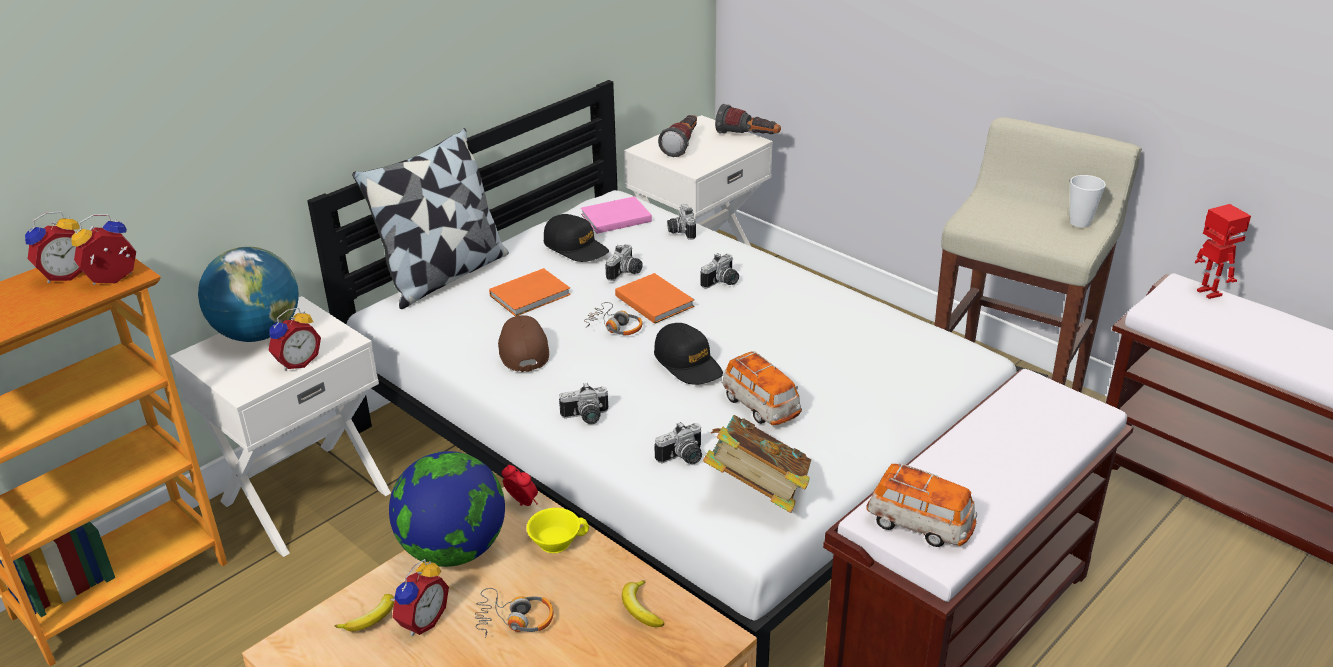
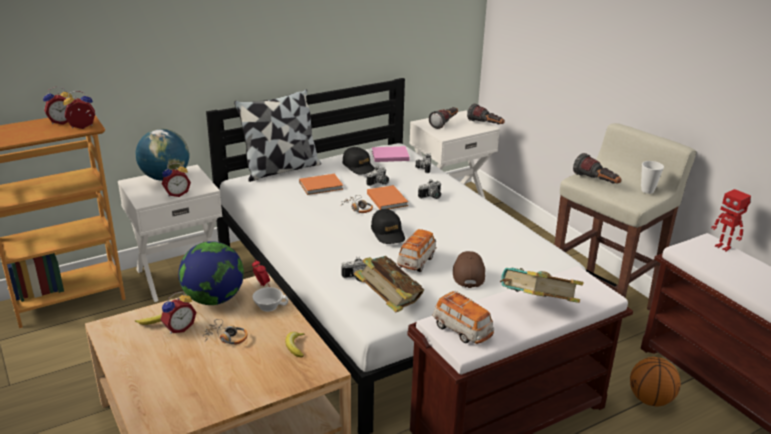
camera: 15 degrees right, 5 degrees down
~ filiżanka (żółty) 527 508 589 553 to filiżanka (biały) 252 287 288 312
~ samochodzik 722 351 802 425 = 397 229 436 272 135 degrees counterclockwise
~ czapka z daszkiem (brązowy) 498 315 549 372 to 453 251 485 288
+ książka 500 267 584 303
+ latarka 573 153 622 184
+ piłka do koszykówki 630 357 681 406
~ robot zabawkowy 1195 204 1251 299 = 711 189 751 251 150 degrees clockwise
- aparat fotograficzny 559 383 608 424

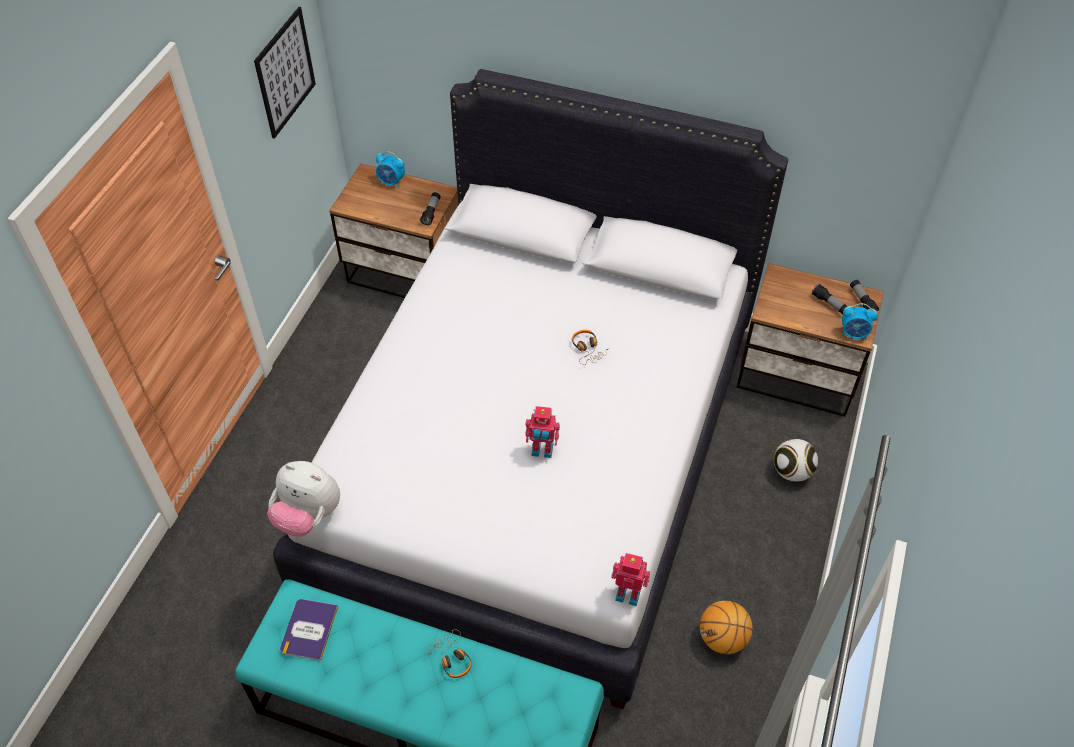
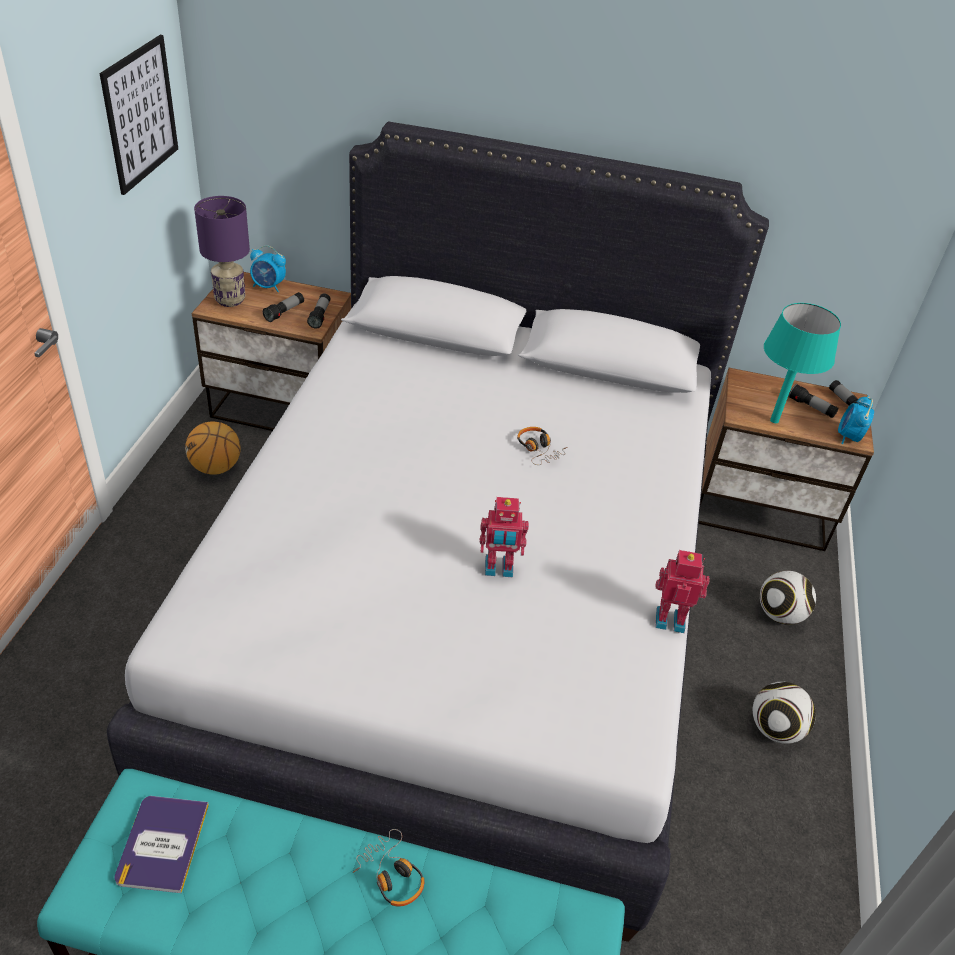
camera: 10 degrees left, 10 degrees down
~ piłka do koszykówki 700 601 753 654 to 185 422 241 475
+ lampa stołowa (fioletowy) 194 196 250 307
+ latarka 263 292 304 322
~ robot zabawkowy 611 553 650 606 to 655 550 710 633
+ piłka futbolowa 753 682 816 744
+ lampa stołowa (turkusowy) 764 303 841 423
~ budzik 840 303 878 340 = 838 396 874 444 105 degrees clockwise
- pluszak 267 461 340 537

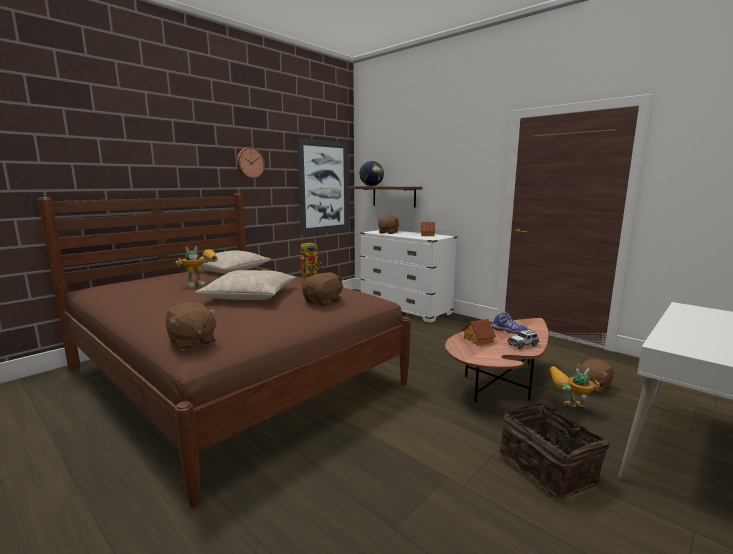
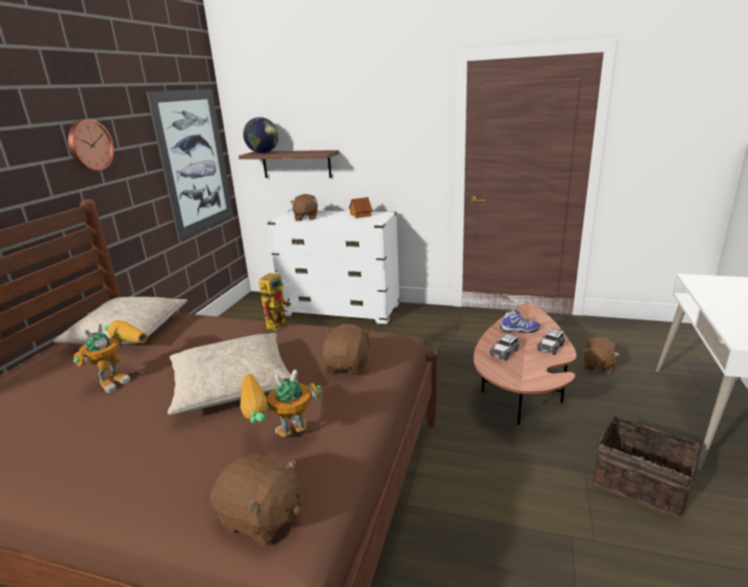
camera: 25 degrees left, 10 degrees up
~ robot zabawkowy 549 366 600 407 to 240 369 321 437
~ domek 462 319 496 345 to samochodzik 490 333 520 361

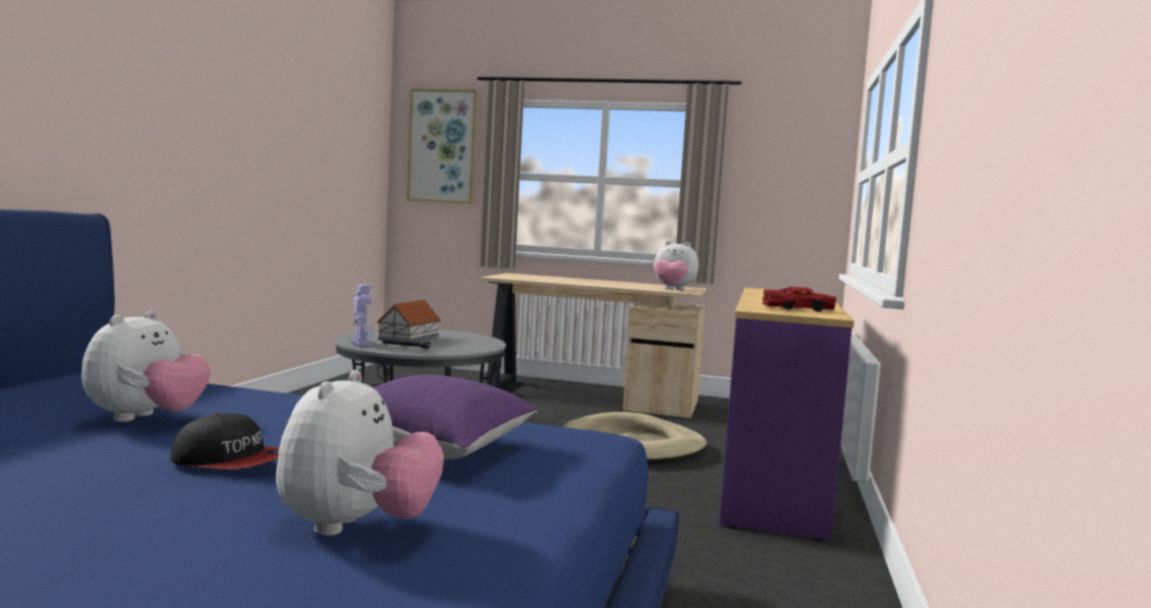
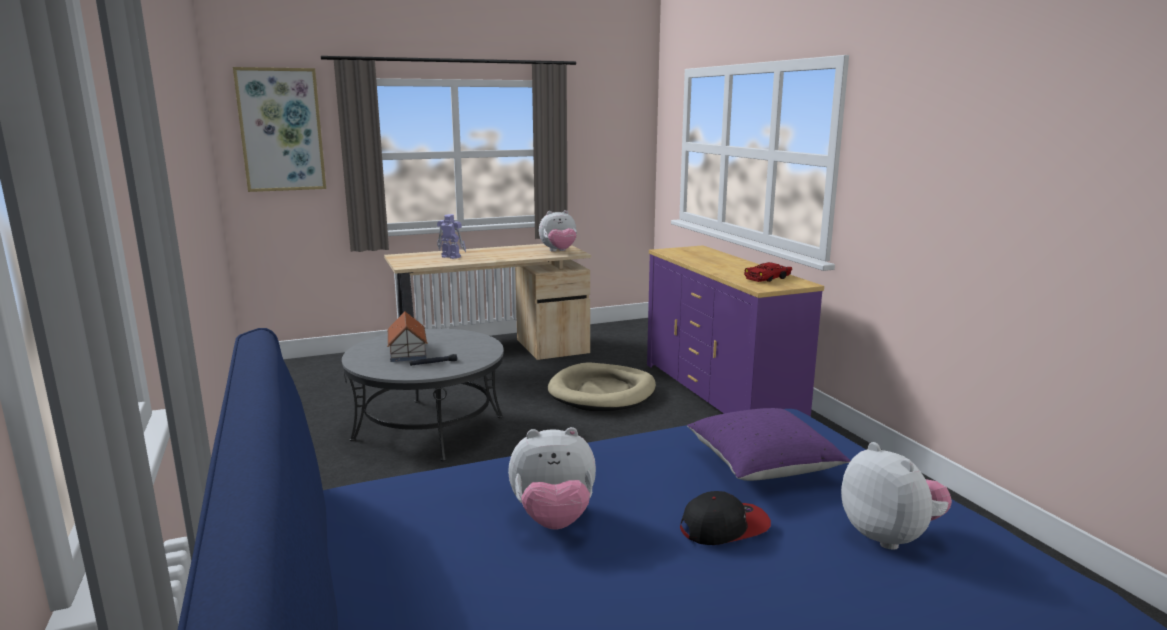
camera: 35 degrees left, 10 degrees up
~ robot zabawkowy 350 284 373 347 to 437 214 466 259
~ pluszak 82 311 211 422 = 508 427 596 530 105 degrees clockwise

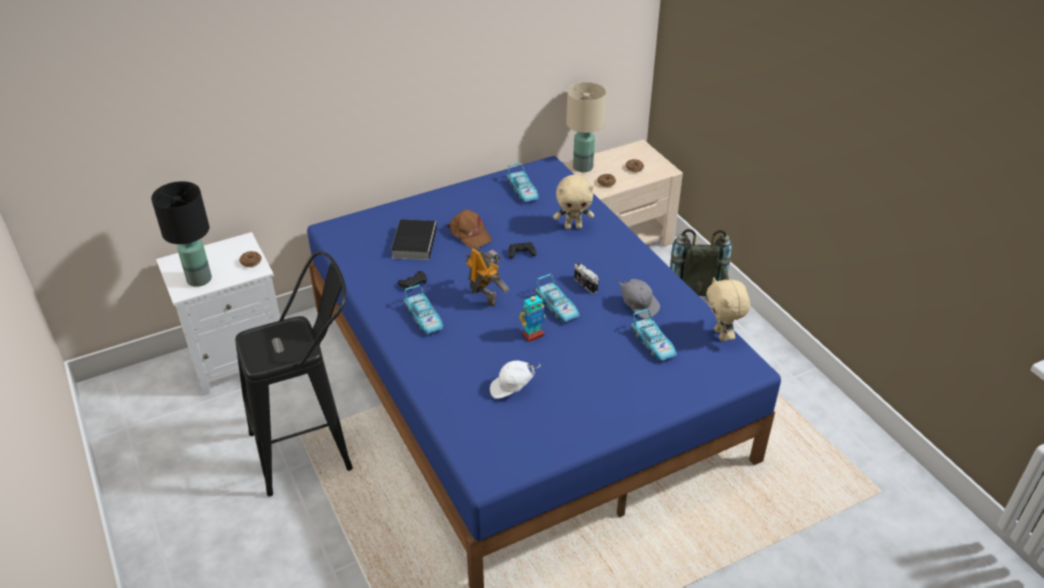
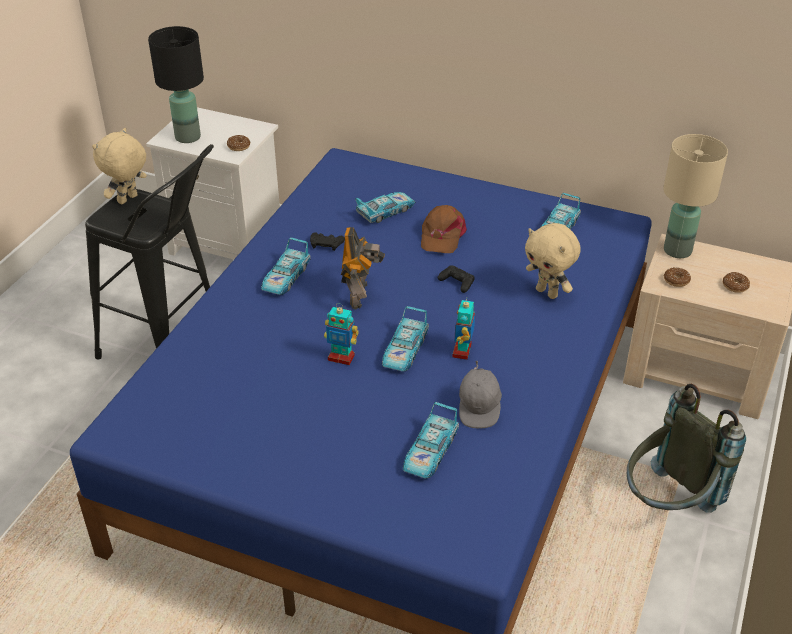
camera: 50 degrees right, 0 degrees up
~ pluszak (beżowy) 706 277 750 341 to 92 128 147 204
~ książka 391 219 437 260 to samochodzik 355 192 415 223
~ aparat fotograficzny 574 263 599 294 to robot zabawkowy 452 297 475 360
- czapka z daszkiem (biały) 490 361 541 399

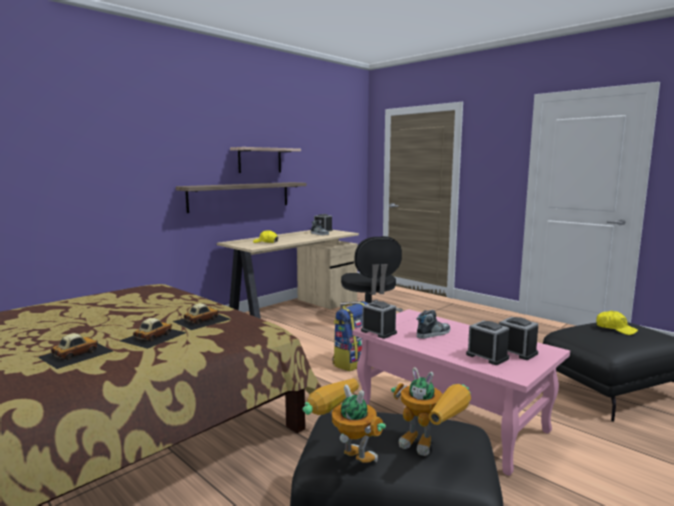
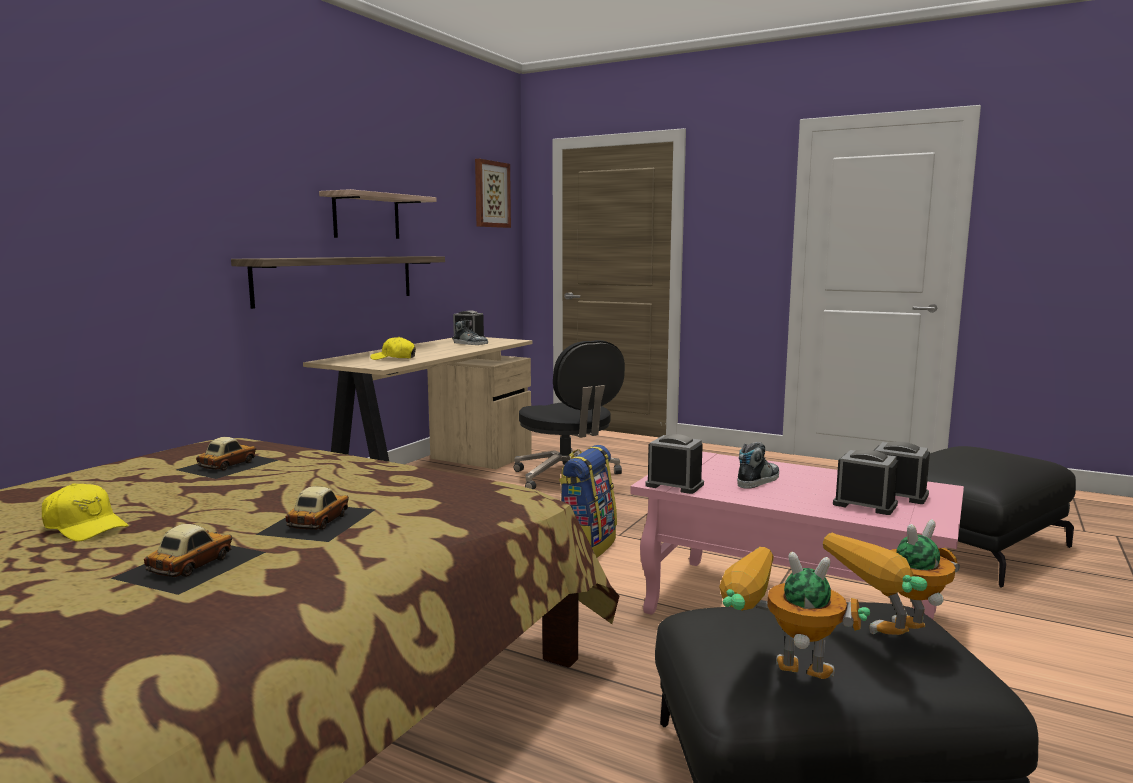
camera: 15 degrees left, 0 degrees up
~ czapka z daszkiem (żółty) 596 311 638 335 to 42 483 128 542
~ samochodzik 173 303 231 330 to 176 437 278 479
+ obraz 475 159 511 228
~ robot zabawkowy 391 367 471 456 = 823 519 960 635 135 degrees clockwise

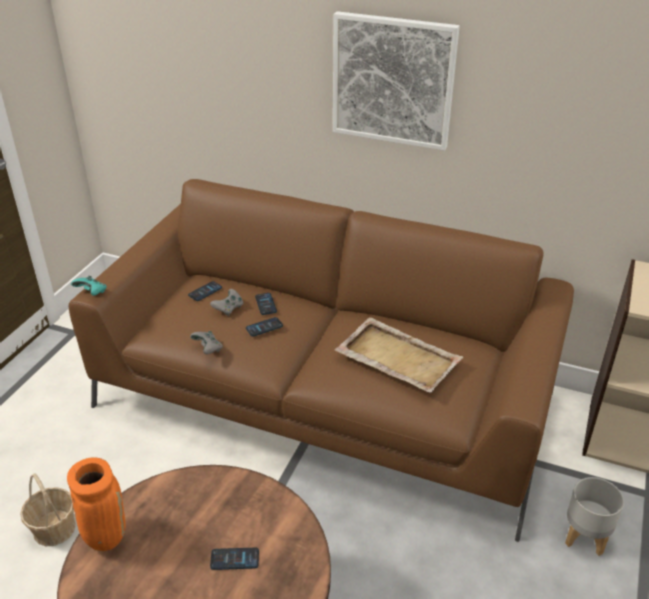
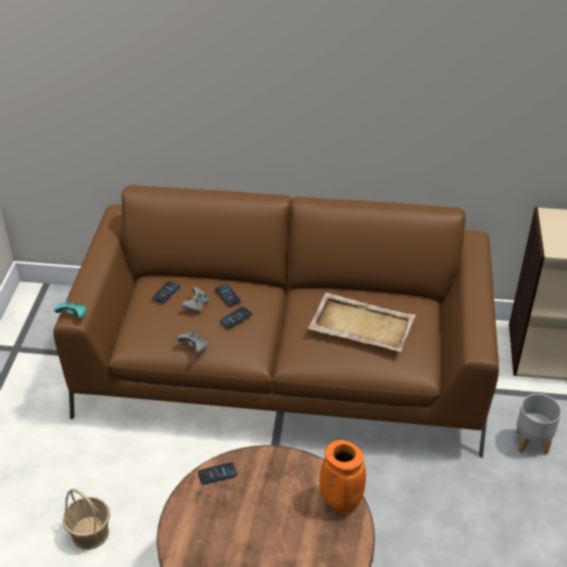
camera: 15 degrees left, 5 degrees up
~ telefon 210 548 259 570 to 198 462 237 485
~ wazon (pomarańczowy) 67 457 125 551 to 319 440 366 513
- obraz 333 11 460 150

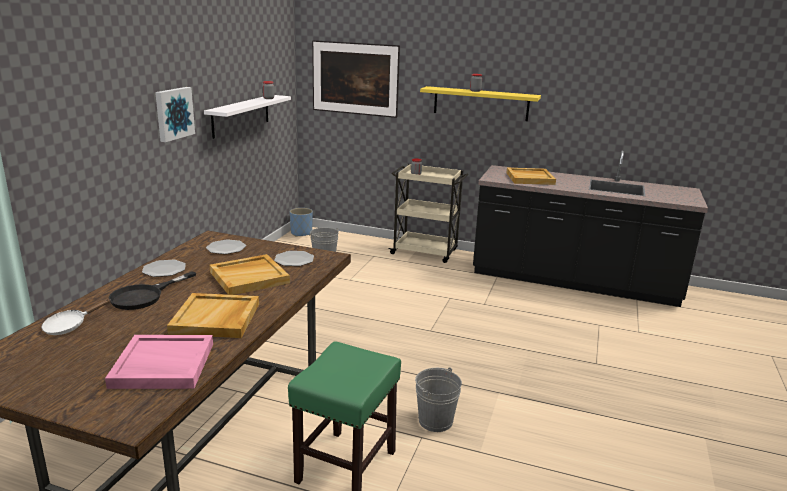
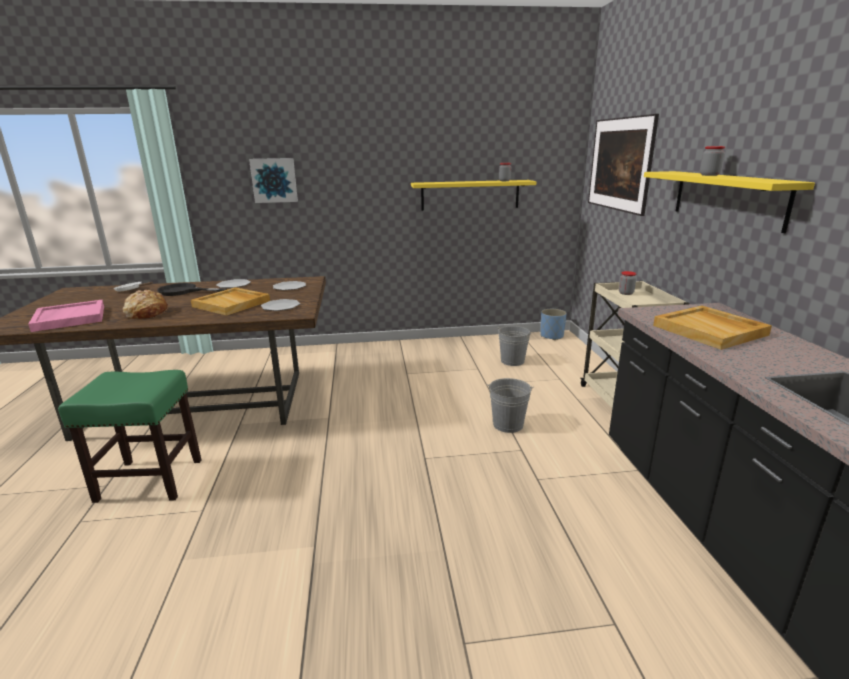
camera: 65 degrees right, 0 degrees up
~ taca (beżowy) 167 293 259 338 to chleb 123 290 168 319
~ obraz 155 87 195 142 to 249 158 298 203
~ półka (biały) 204 95 291 139 to półka (żółty) 411 180 536 211
~ wiadro (szary) 415 367 462 432 to 487 378 534 433

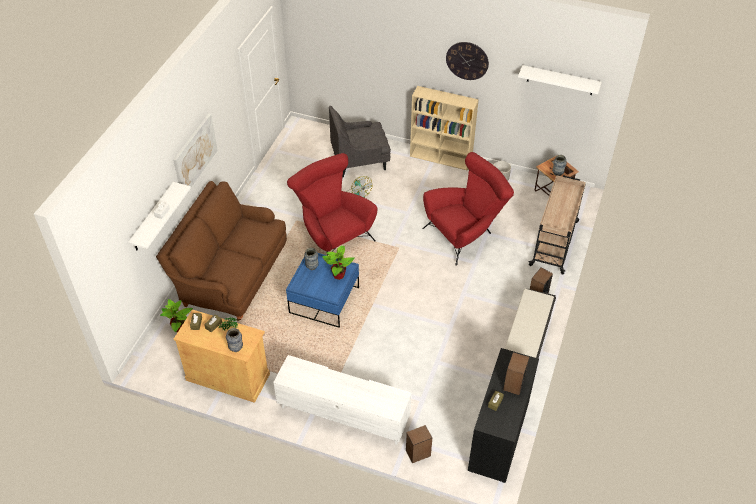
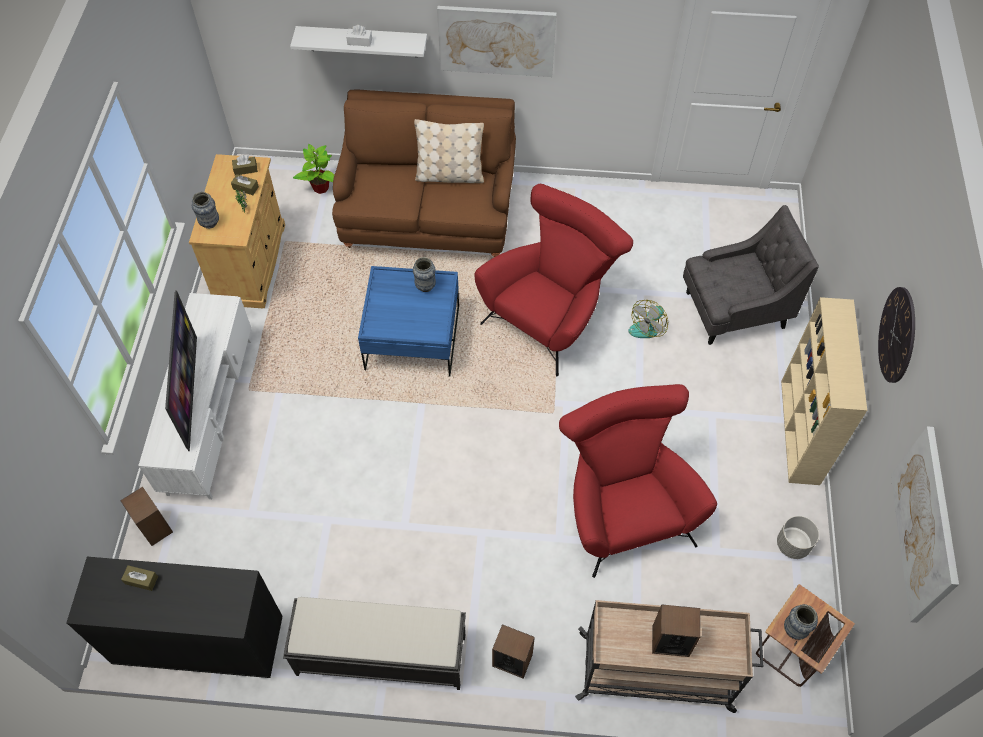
camera: 75 degrees right, 10 degrees up
+ telewizor 165 290 197 451
+ poduszka (beżowy) 414 119 484 183
~ fotel (czerwony) 422 152 514 266 = 559 384 717 578 150 degrees counterclockwise
~ głośnik 503 352 529 395 to 652 605 700 657
~ fotel (szary) 329 106 391 178 = 683 205 819 345 105 degrees clockwise
~ półka (biały) 518 65 602 95 to obraz 891 426 959 623
- roślina doniczkowa 322 245 355 280

